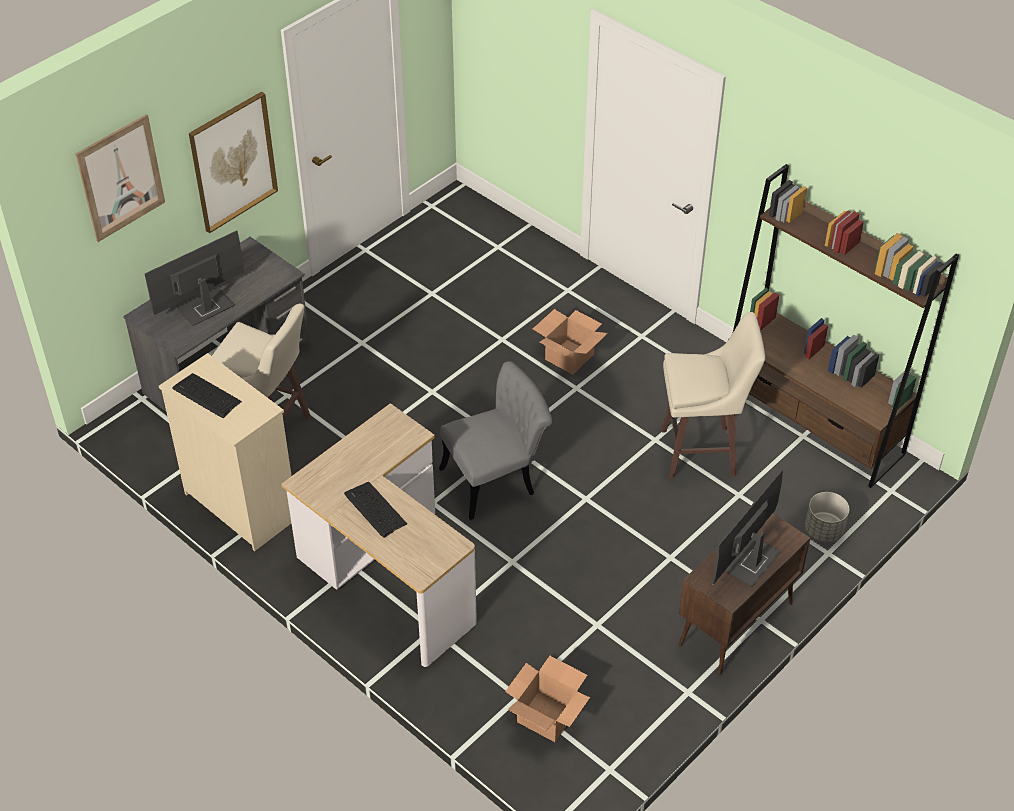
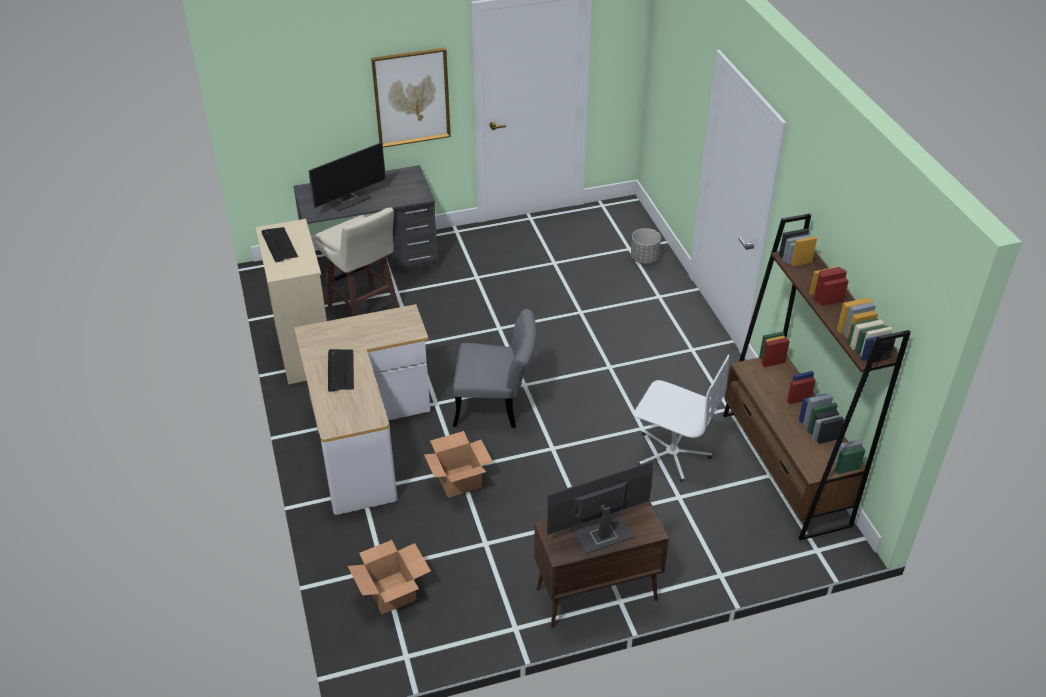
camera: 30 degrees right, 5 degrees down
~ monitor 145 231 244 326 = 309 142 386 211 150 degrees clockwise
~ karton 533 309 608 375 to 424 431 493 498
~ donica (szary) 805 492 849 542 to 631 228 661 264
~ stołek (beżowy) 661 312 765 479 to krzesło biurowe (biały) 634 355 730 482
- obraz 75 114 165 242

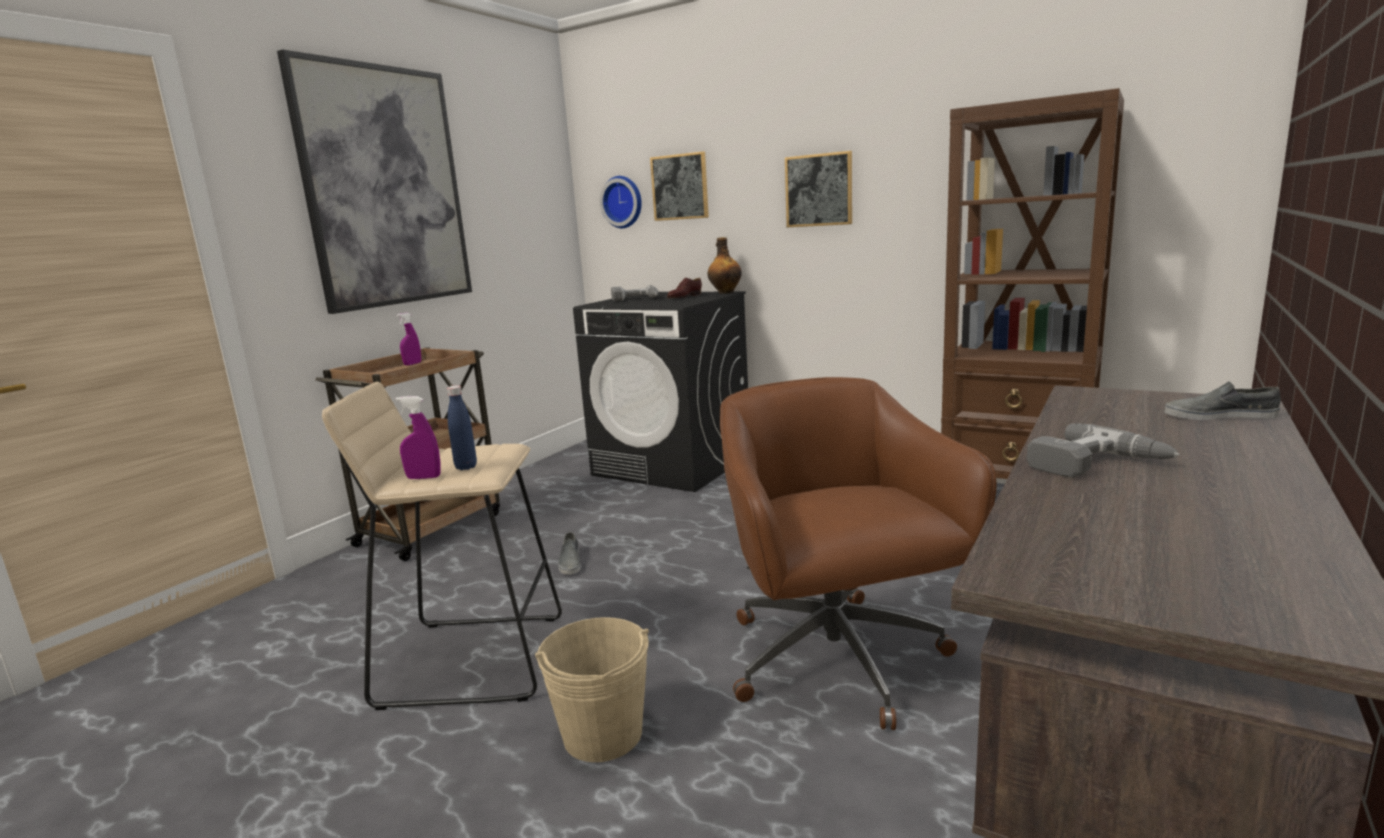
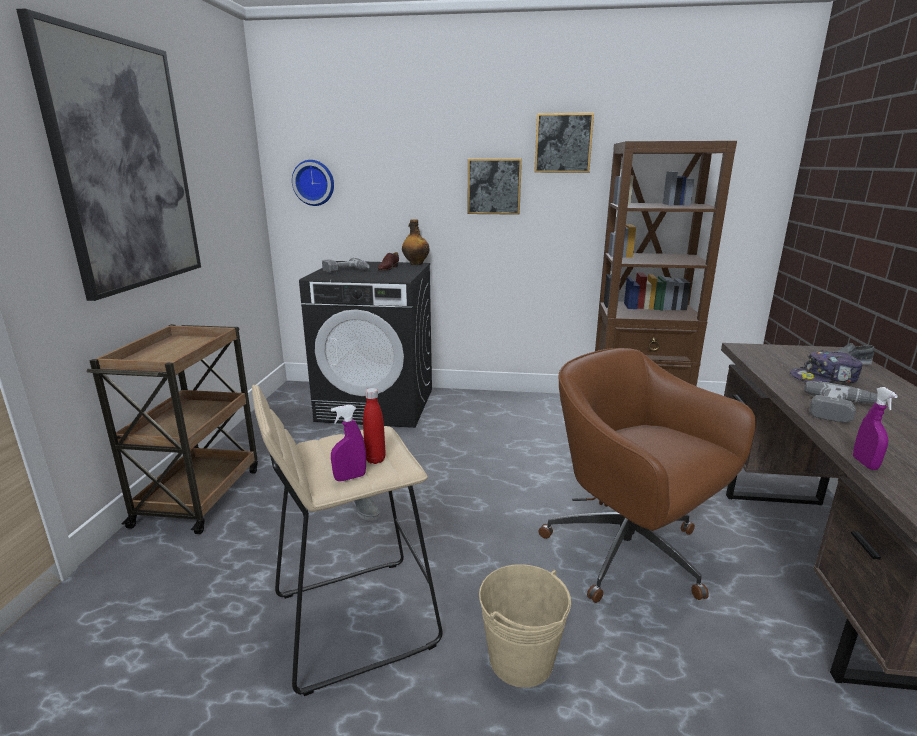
camera: 25 degrees left, 5 degrees up
~ butelka (niebieski) 447 385 477 470 to butelka (czerwony) 363 388 386 464
~ obraz 650 151 709 221 to 534 113 594 173
+ czapka z daszkiem 790 350 862 383
~ spryskiwacz (fioletowy) 397 313 421 365 to 853 387 898 470

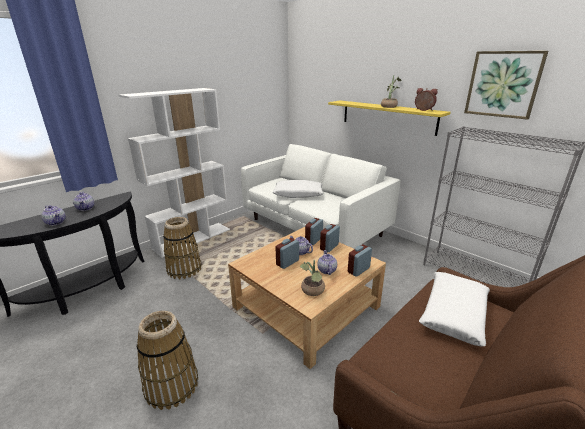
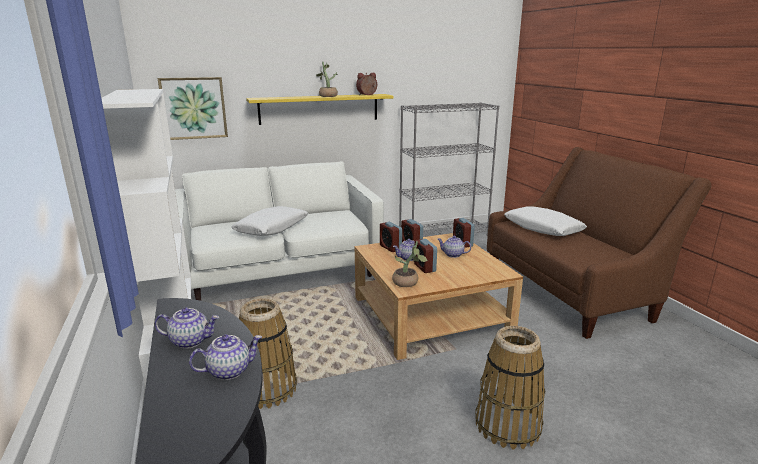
camera: 65 degrees left, 5 degrees down
~ obraz 464 51 548 120 to 157 77 228 140
~ roślina doniczkowa 300 260 325 296 to 392 241 428 287

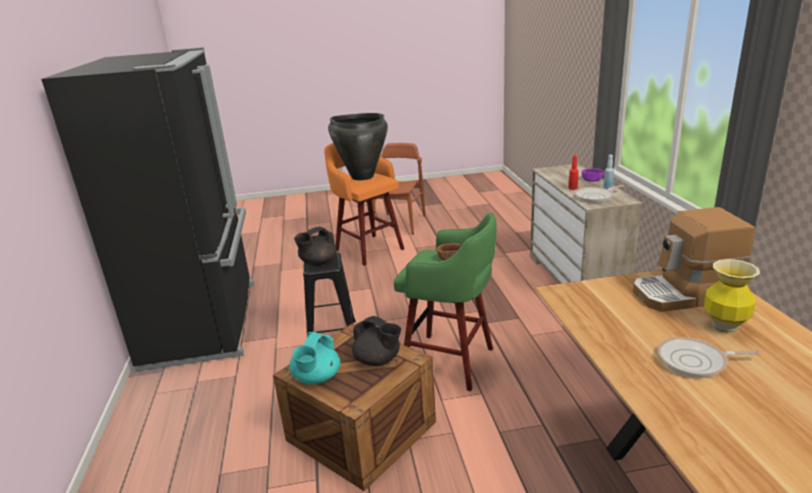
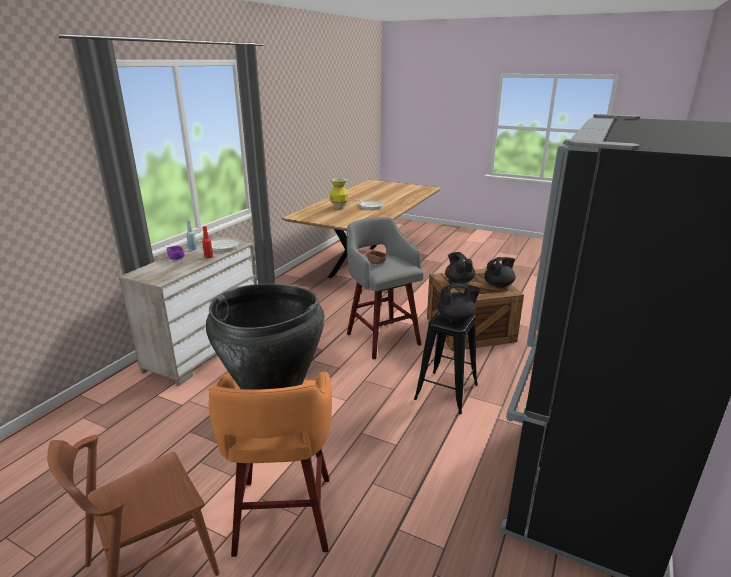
camera: 145 degrees left, 0 degrees up
~ stołek (zielony) 394 213 497 391 to stołek (szary) 347 217 424 360
~ imbryk (turkusowy) 289 332 340 384 to imbryk (czarny) 484 257 515 288
- ekspres do kawy 633 207 755 312

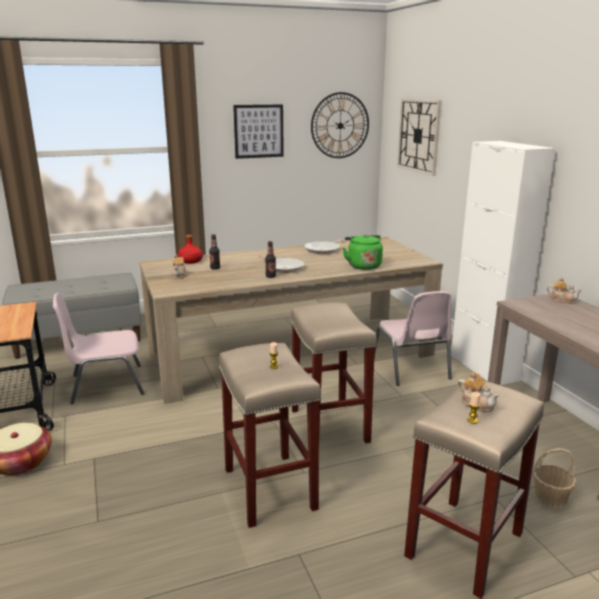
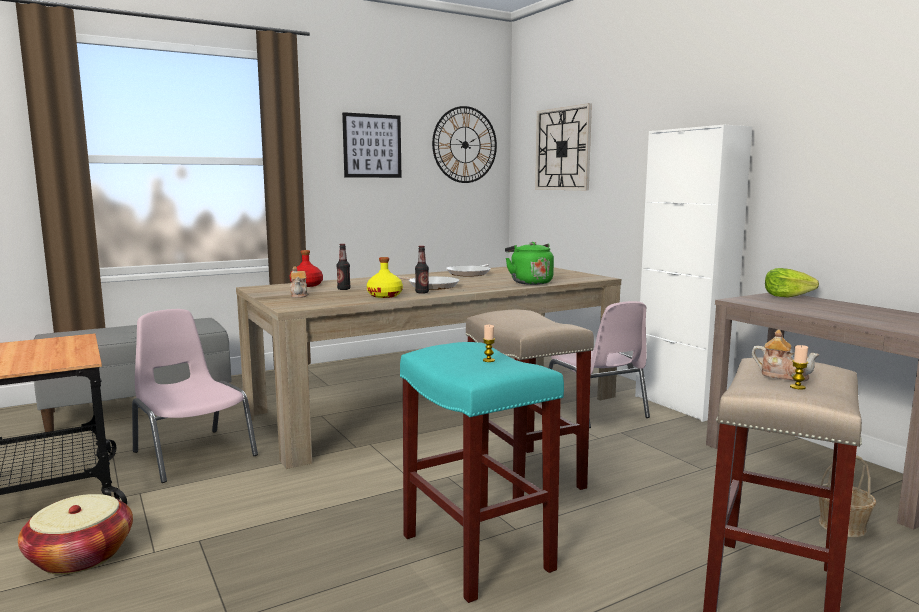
camera: 10 degrees left, 10 degrees down
~ krzesło (różowy) 53 293 144 404 = 132 309 258 483 75 degrees clockwise
+ butelka (żółty) 367 257 403 298
~ stołek (beżowy) 219 343 321 528 to stołek (turkusowy) 400 342 564 603
~ imbryk 547 277 582 304 to sałata 765 268 819 297

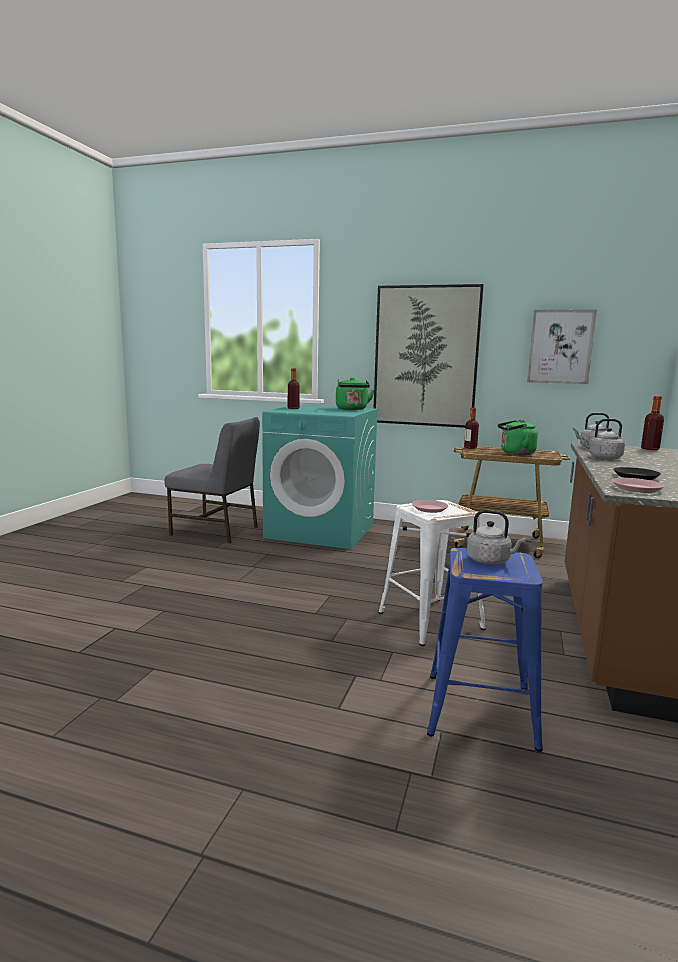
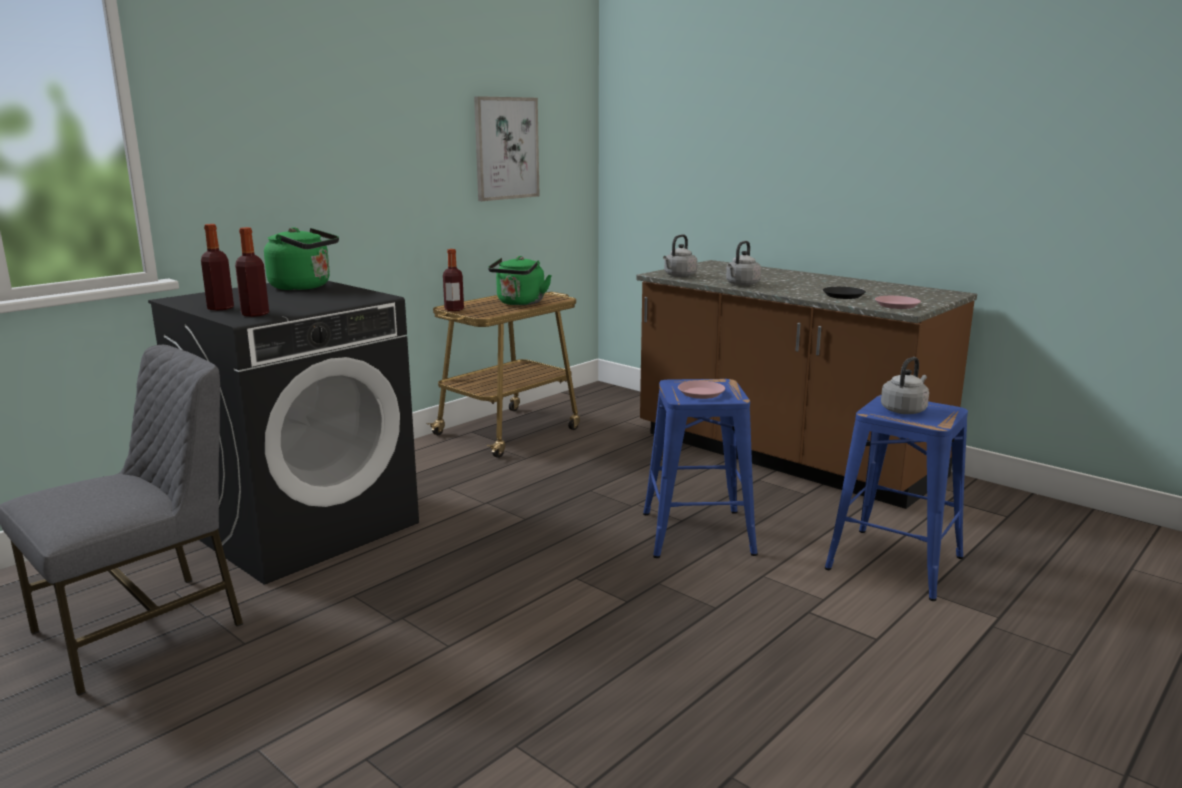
camera: 65 degrees left, 5 degrees up
~ pralka (turkusowy) 262 405 378 549 to pralka (czarny) 148 281 419 585
~ butelka 641 396 664 450 to 235 227 269 317
~ stołek (biały) 379 500 486 646 to stołek (niebieski) 643 379 758 558
- obraz 374 284 484 428

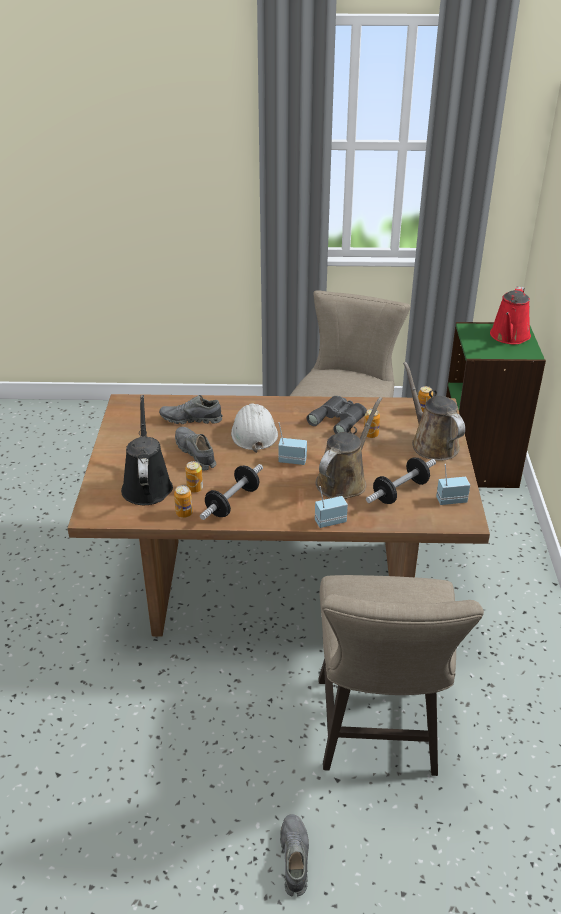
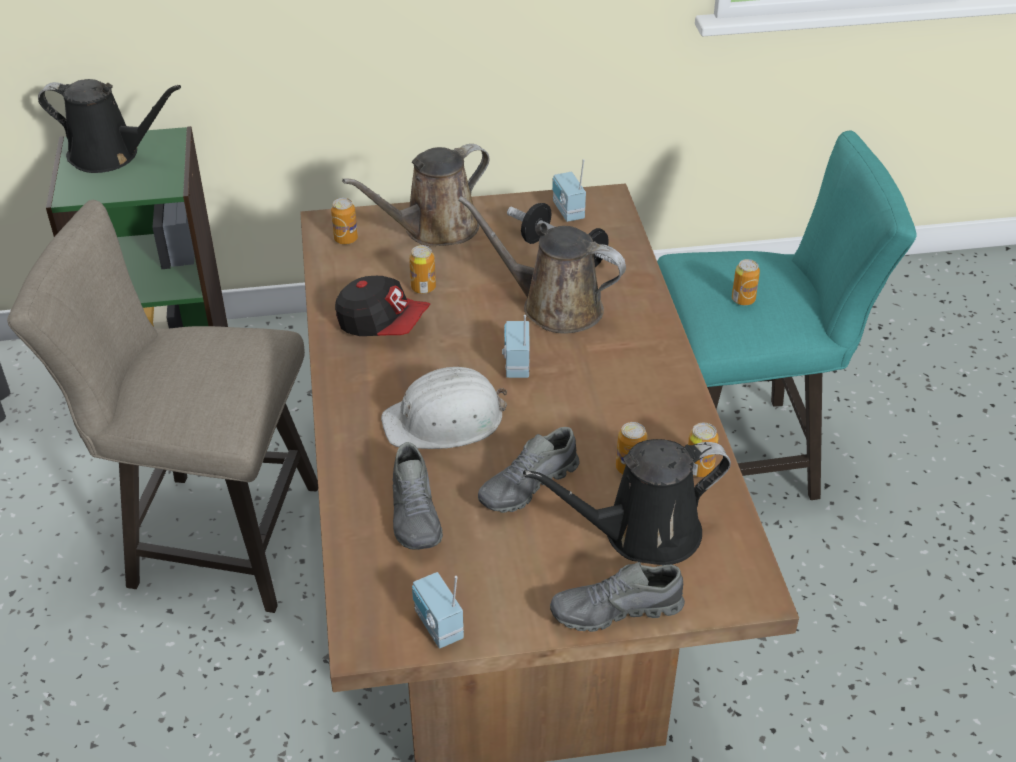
camera: 100 degrees left, 5 degrees up
~ konewka (czerwony) 490 286 531 344 to konewka (czarny) 38 79 181 173
~ lornetka (szary) 307 396 367 434 to czapka z daszkiem 335 276 430 336
~ radio 315 486 348 528 to 412 572 464 648
~ but (szary) 280 814 309 897 to 550 562 685 632
~ stołek (beżowy) 318 575 484 776 to stołek (turkusowy) 657 130 917 500
+ puszka 732 259 760 305
- hantel 200 464 263 520

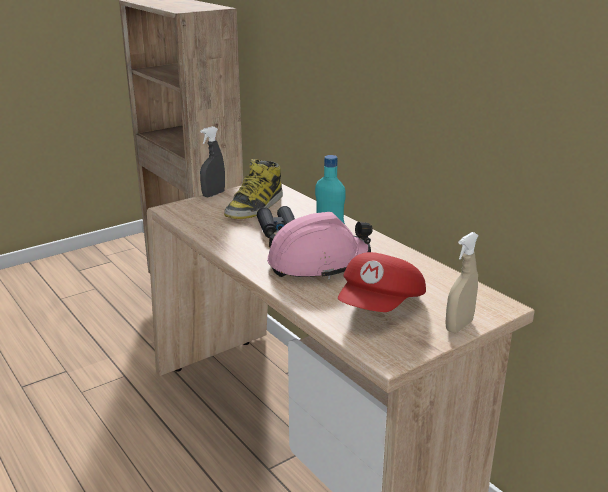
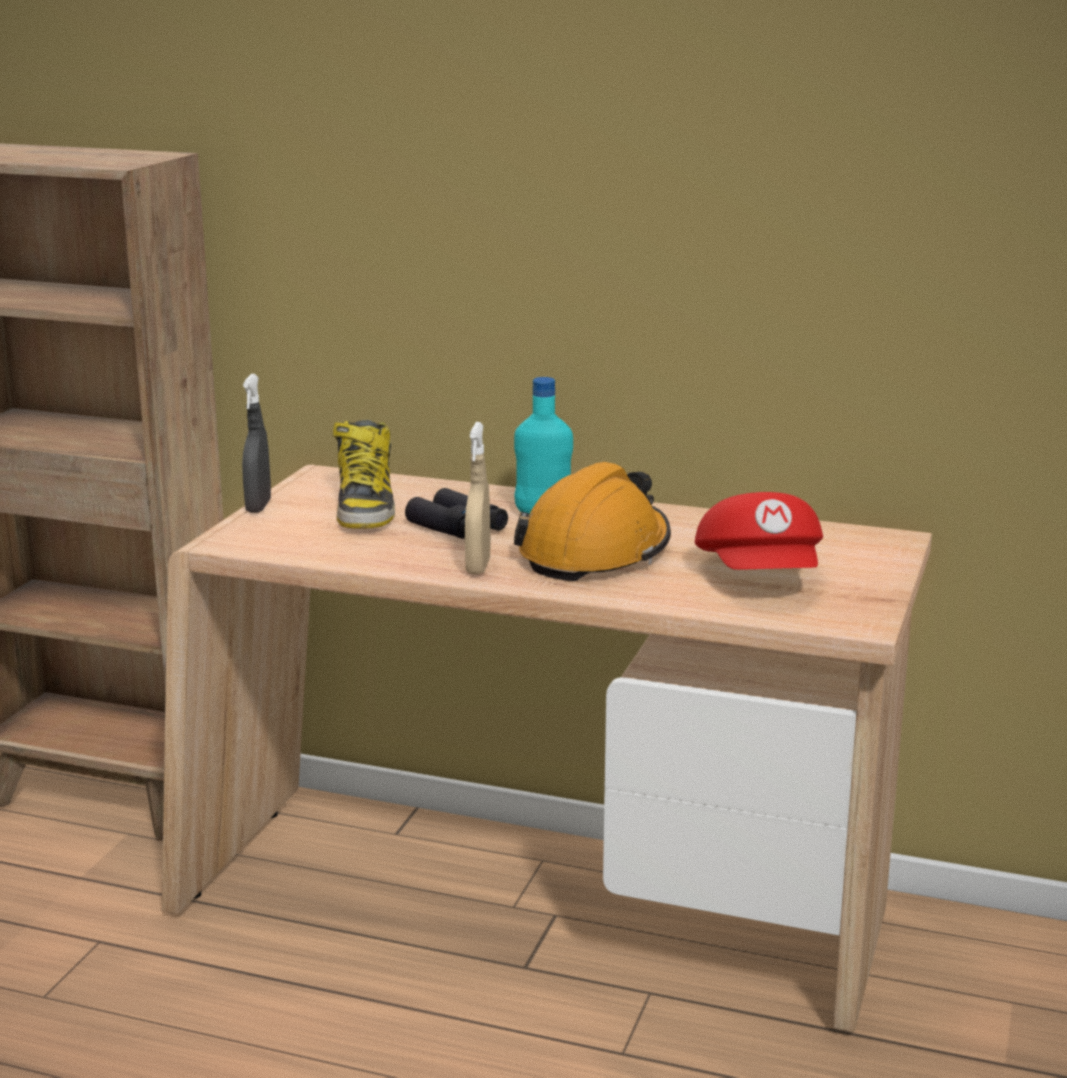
camera: 35 degrees left, 5 degrees down
~ spryskiwacz (beżowy) 445 232 479 333 to 465 422 491 575
~ kask (różowy) 267 212 373 279 to kask (pomarańczowy) 514 462 671 581

